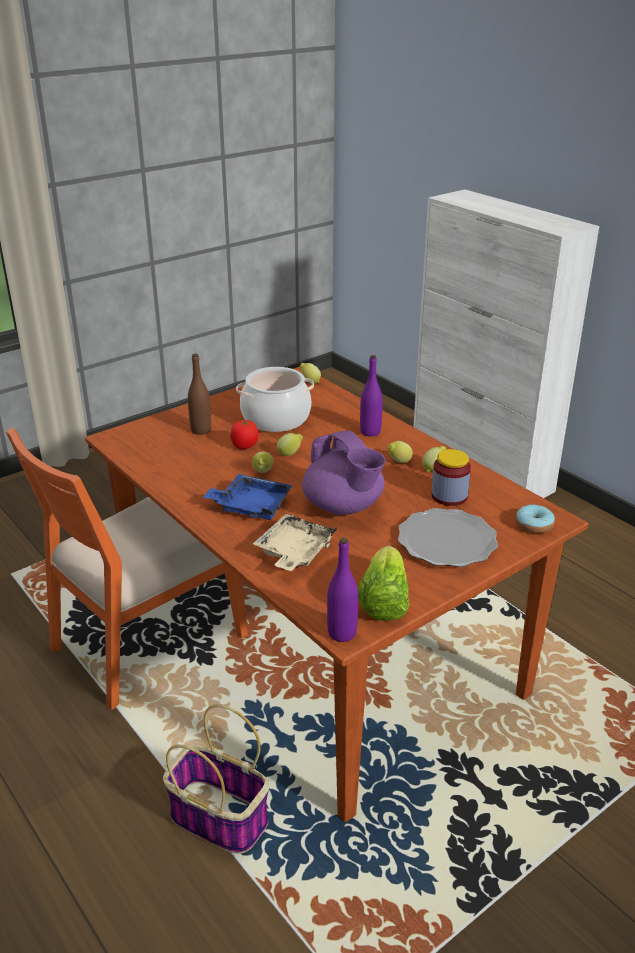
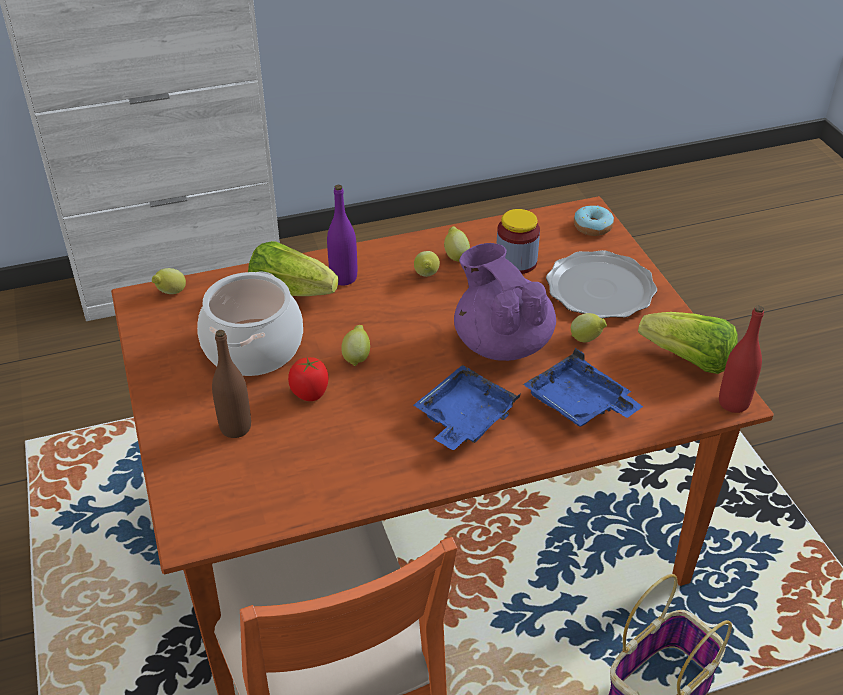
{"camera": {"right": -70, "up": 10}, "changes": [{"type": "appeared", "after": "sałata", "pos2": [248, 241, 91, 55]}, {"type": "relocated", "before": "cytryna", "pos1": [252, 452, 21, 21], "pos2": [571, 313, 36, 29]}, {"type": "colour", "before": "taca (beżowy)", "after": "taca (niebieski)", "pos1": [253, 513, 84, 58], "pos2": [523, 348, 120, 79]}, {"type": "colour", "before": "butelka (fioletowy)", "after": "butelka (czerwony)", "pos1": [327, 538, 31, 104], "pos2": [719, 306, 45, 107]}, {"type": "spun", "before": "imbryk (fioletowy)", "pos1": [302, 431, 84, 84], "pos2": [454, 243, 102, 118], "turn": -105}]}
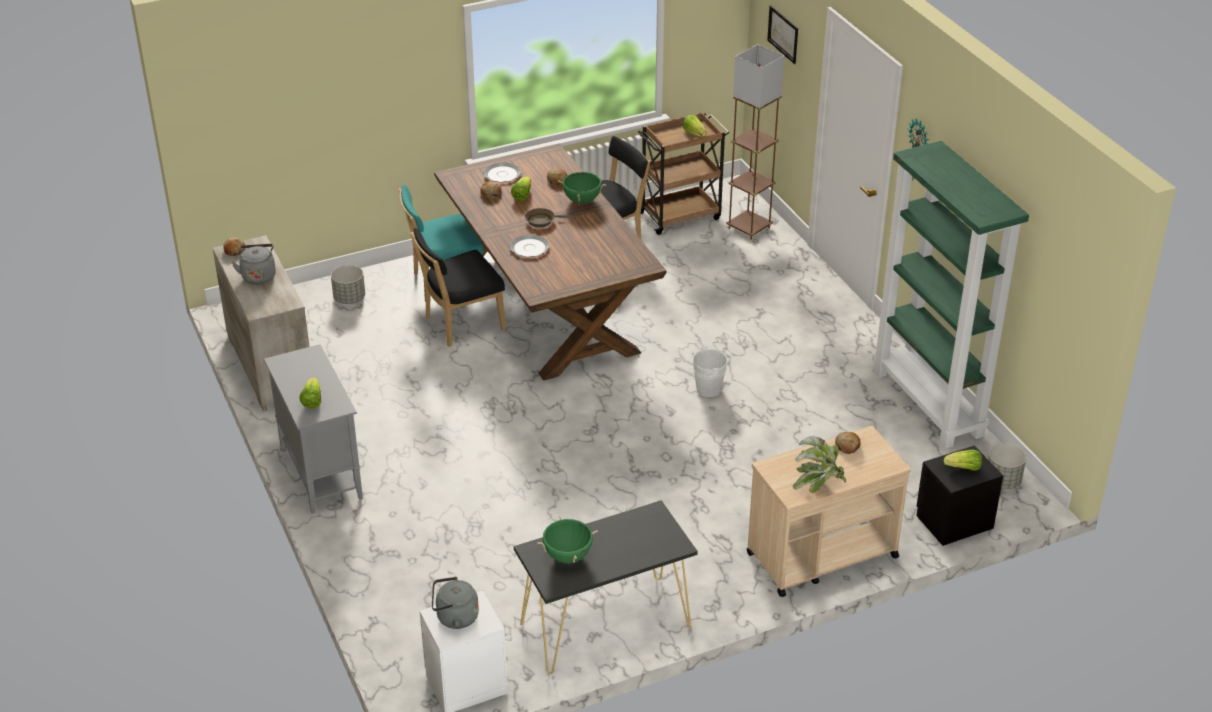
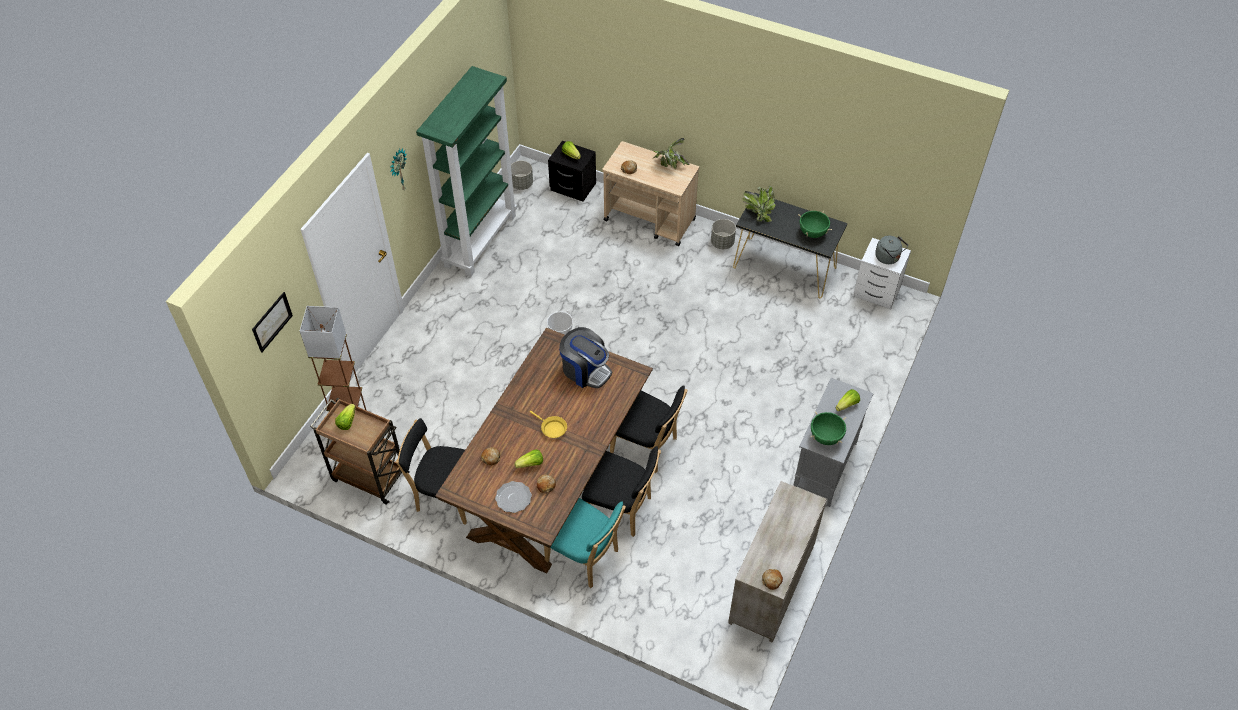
{"camera": {"right": -130, "up": 15}, "changes": [{"type": "missing", "before": "czajnik (szary)", "pos1": [231, 244, 45, 41]}, {"type": "missing", "before": "talerz", "pos1": [509, 234, 41, 23]}, {"type": "appeared", "after": "ekspres do kawy", "pos2": [559, 327, 53, 61]}, {"type": "appeared", "after": "krzesło (czarny)", "pos2": [610, 385, 77, 88]}, {"type": "appeared", "after": "roślina doniczkowa", "pos2": [743, 186, 32, 36]}, {"type": "relocated", "before": "donica (szary)", "pos1": [331, 265, 34, 39], "pos2": [711, 219, 25, 30]}, {"type": "relocated", "before": "garnek (zielony)", "pos1": [558, 170, 48, 34], "pos2": [811, 411, 35, 34]}, {"type": "colour", "before": "patelnia (brązowy)", "after": "patelnia (żółty)", "pos1": [525, 208, 52, 20], "pos2": [530, 411, 37, 27]}]}
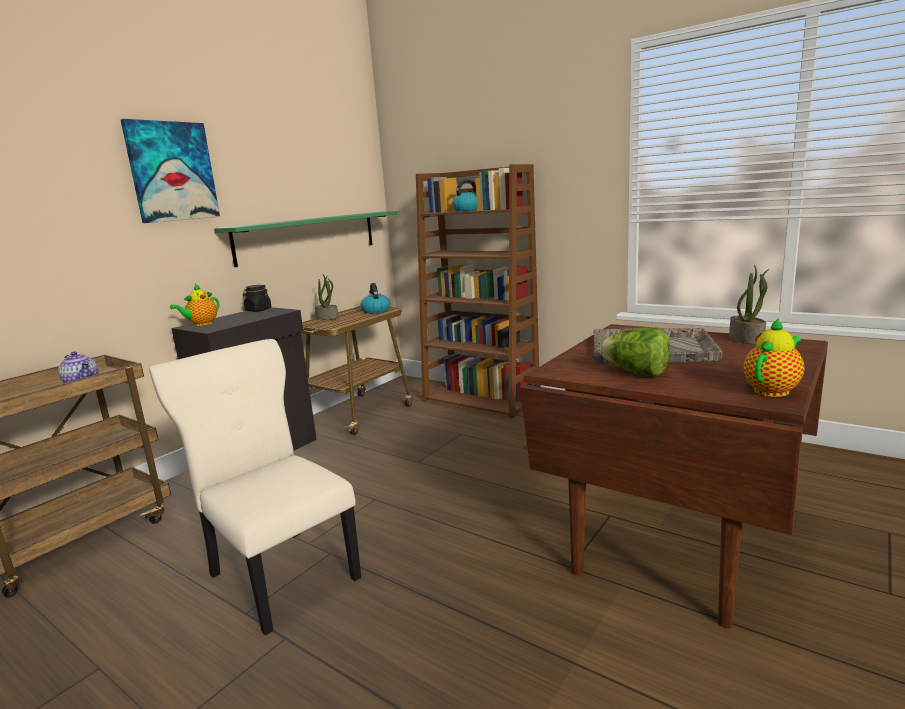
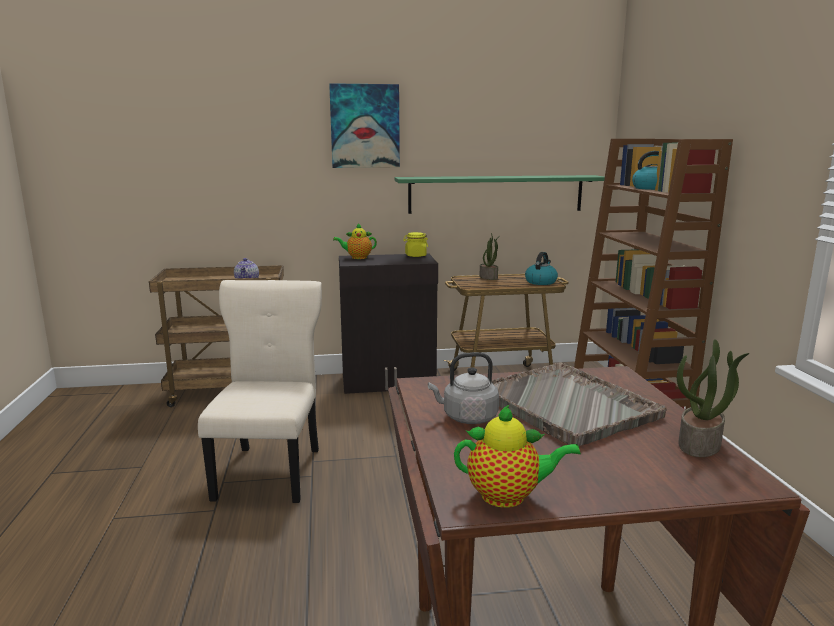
{"camera": {"right": 45, "up": 0}, "changes": [{"type": "exchanged", "before": "sałata", "after": "czajnik (szary)", "pos1": [600, 327, 70, 50], "pos2": [428, 352, 71, 72]}, {"type": "colour", "before": "słoik (czarny)", "after": "słoik (żółty)", "pos1": [243, 285, 29, 27], "pos2": [403, 232, 25, 25]}]}
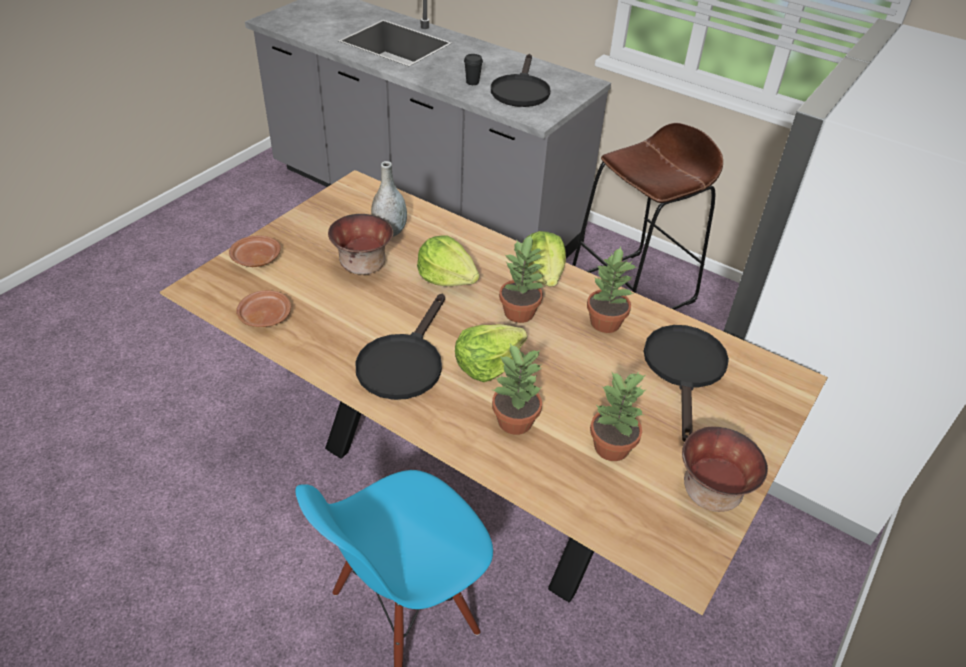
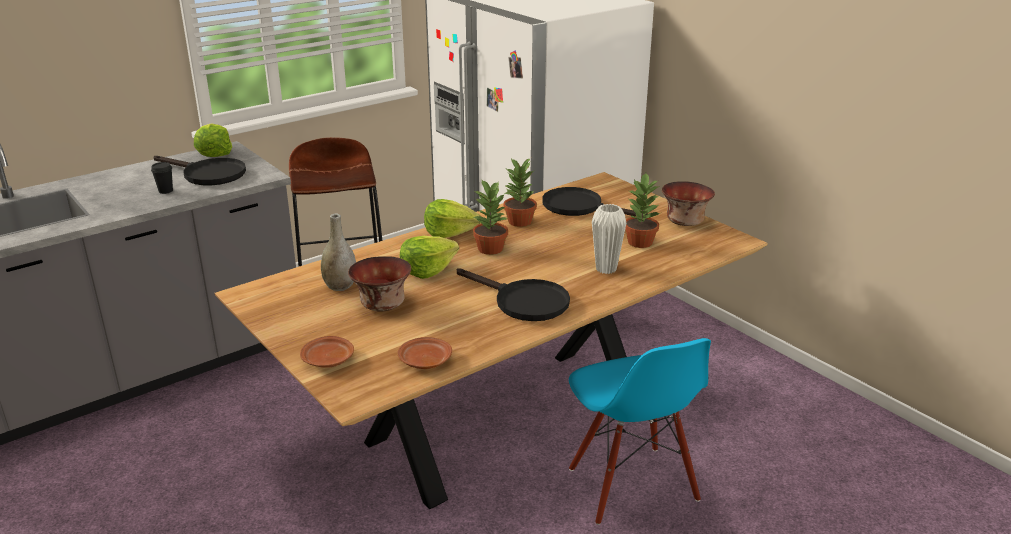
{"camera": {"right": -70, "up": -15}, "changes": [{"type": "relocated", "before": "sałata", "pos1": [455, 324, 72, 58], "pos2": [194, 123, 38, 34]}, {"type": "exchanged", "before": "roślina doniczkowa", "after": "wazon (biały)", "pos1": [492, 344, 50, 91], "pos2": [592, 204, 34, 70]}]}
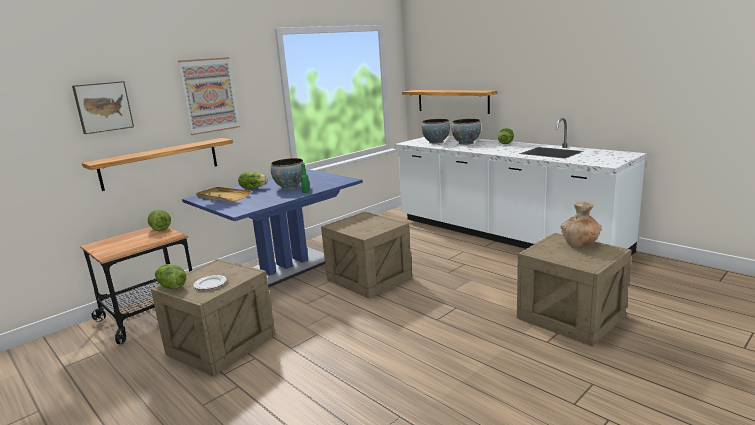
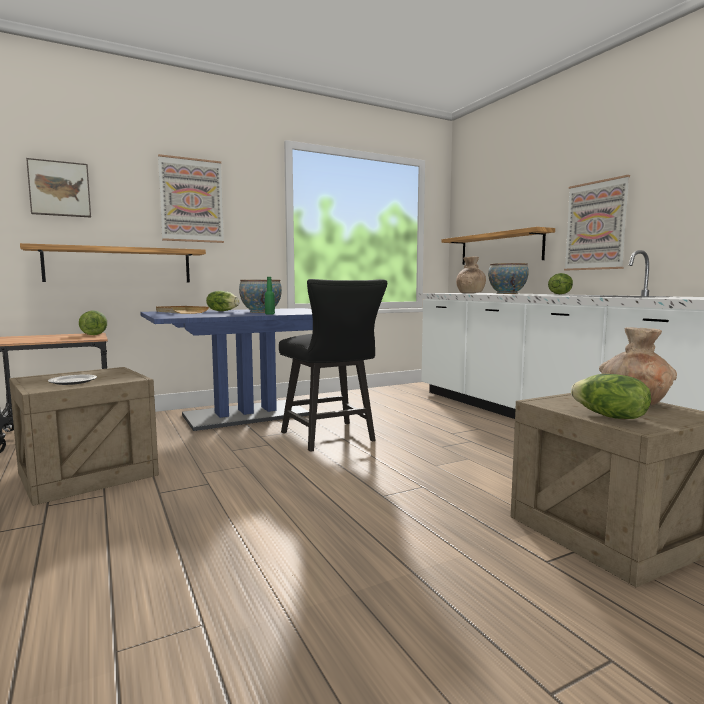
{"camera": {"right": 15, "up": -10}, "changes": [{"type": "appeared", "after": "obraz", "pos2": [564, 175, 66, 96]}, {"type": "relocated", "before": "sałata", "pos1": [155, 264, 31, 25], "pos2": [571, 374, 80, 45]}, {"type": "exchanged", "before": "skrzynka", "after": "krzesło (czarny)", "pos1": [321, 211, 91, 88], "pos2": [279, 279, 108, 173]}, {"type": "exchanged", "before": "miska", "after": "wazon (brązowy)", "pos1": [422, 119, 28, 25], "pos2": [456, 257, 30, 36]}]}
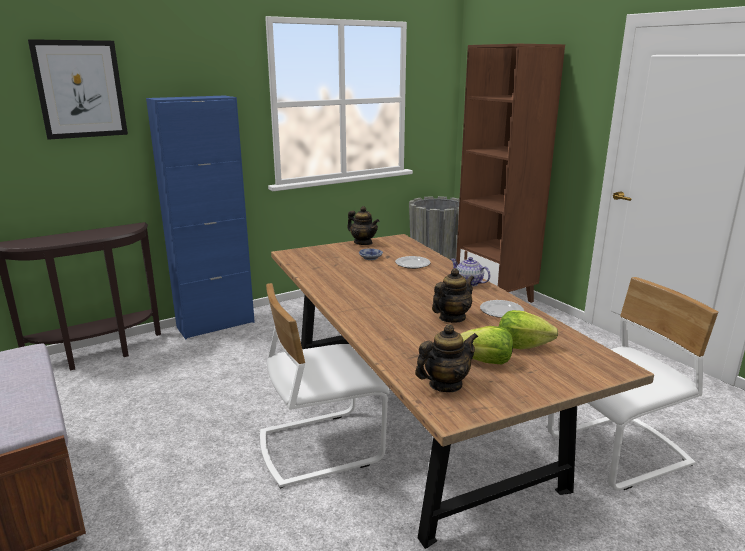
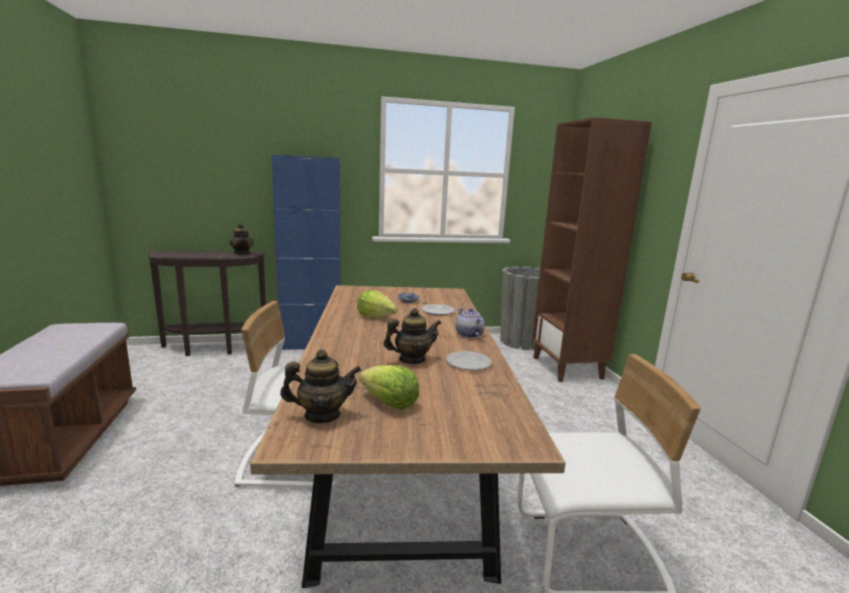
{"camera": {"right": 20, "up": -5}, "changes": [{"type": "missing", "before": "obraz", "pos1": [28, 39, 100, 101]}, {"type": "relocated", "before": "imbryk", "pos1": [347, 206, 32, 39], "pos2": [229, 223, 25, 31]}, {"type": "relocated", "before": "sałata", "pos1": [499, 310, 59, 39], "pos2": [357, 290, 41, 28]}]}
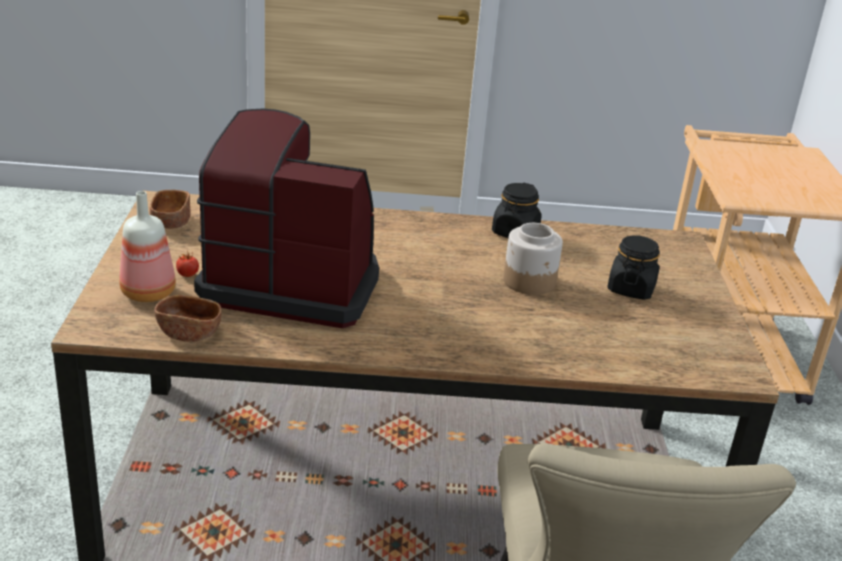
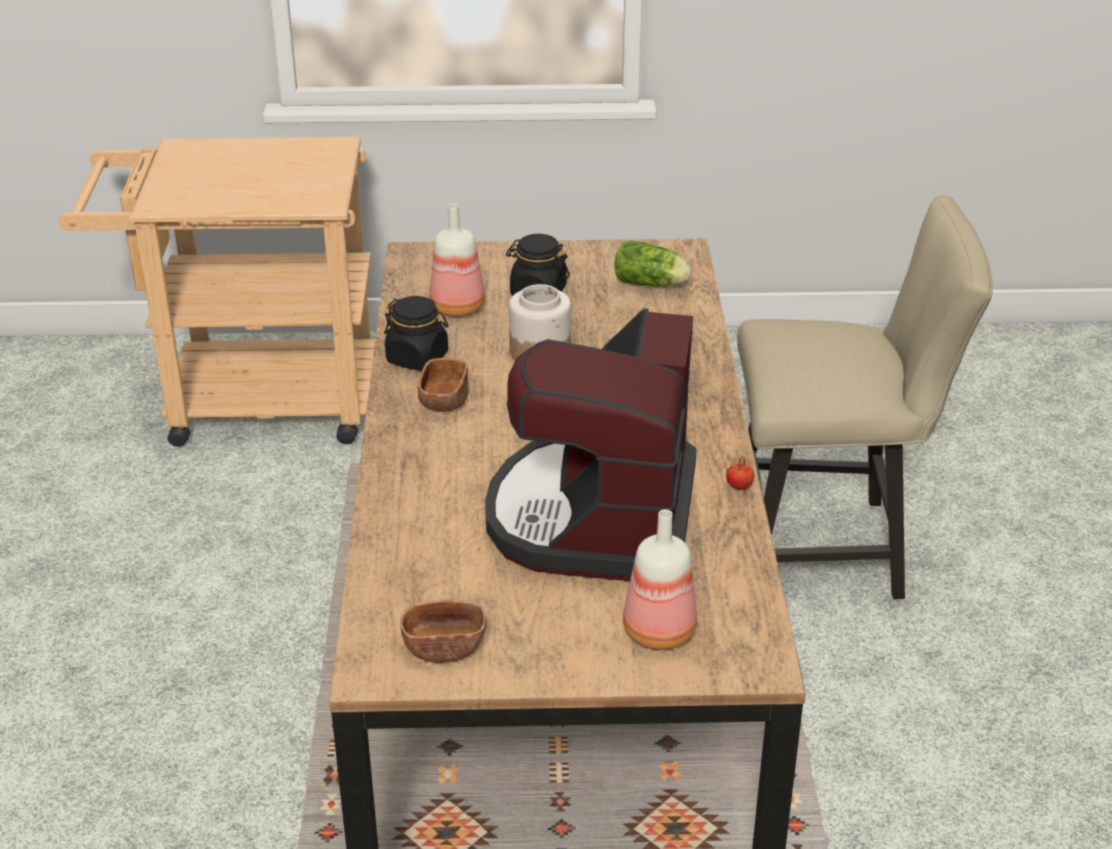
{"camera": {"right": -90, "up": 5}, "changes": [{"type": "appeared", "after": "butelka", "pos2": [429, 204, 56, 113]}, {"type": "appeared", "after": "sałata", "pos2": [614, 240, 77, 47]}, {"type": "relocated", "before": "miska (brązowy)", "pos1": [154, 295, 68, 47], "pos2": [418, 358, 51, 54]}, {"type": "relocated", "before": "pomidor", "pos1": [176, 253, 23, 24], "pos2": [726, 456, 28, 34]}]}
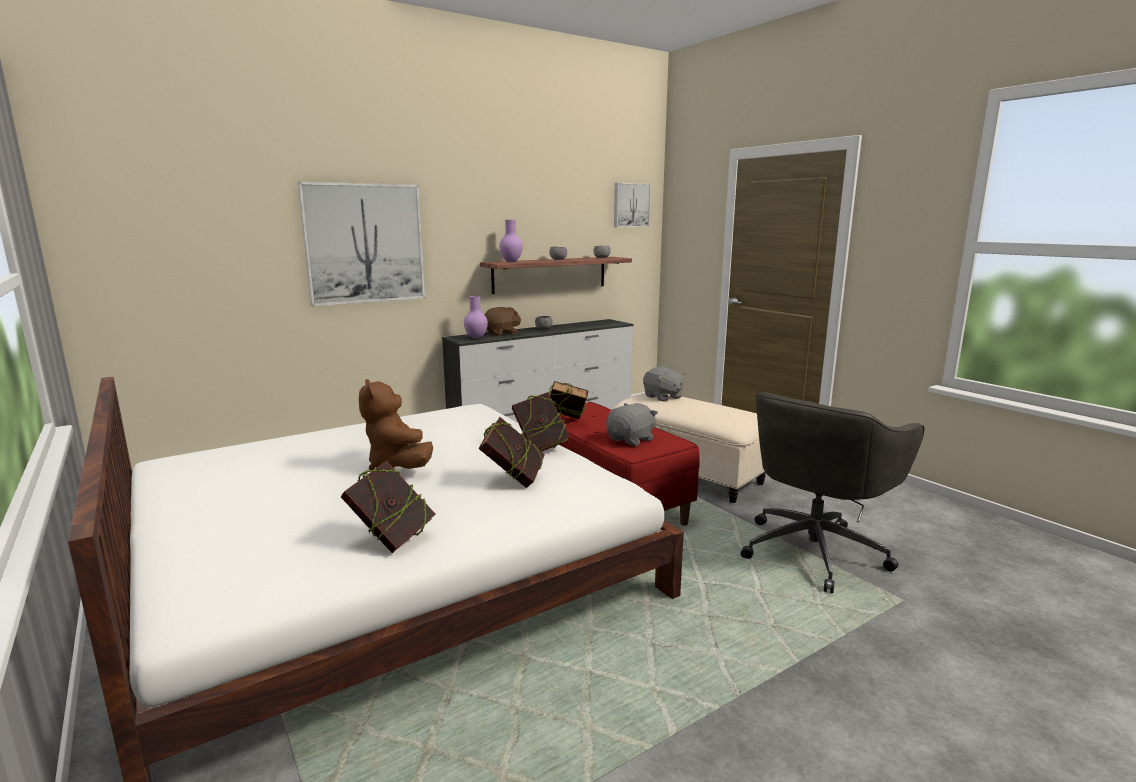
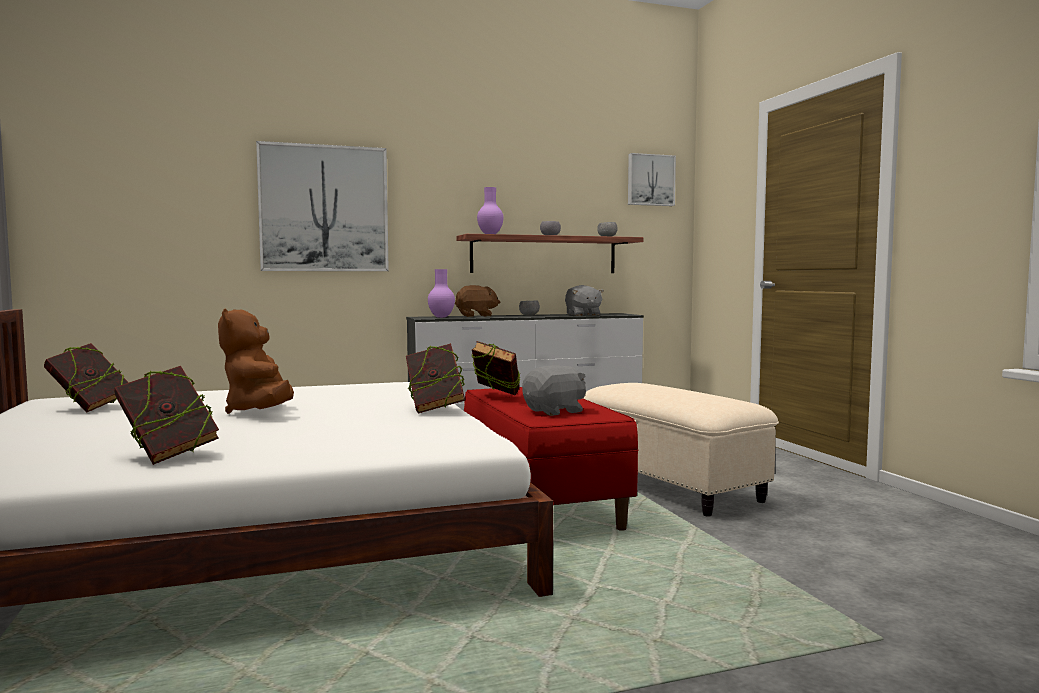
{"camera": {"right": 15, "up": -10}, "changes": [{"type": "missing", "before": "krzesło biurowe (szary)", "pos1": [741, 392, 183, 201]}, {"type": "relocated", "before": "książka", "pos1": [478, 417, 67, 71], "pos2": [44, 343, 85, 70]}, {"type": "relocated", "before": "pluszak (szary)", "pos1": [643, 367, 42, 35], "pos2": [565, 285, 39, 31]}]}
